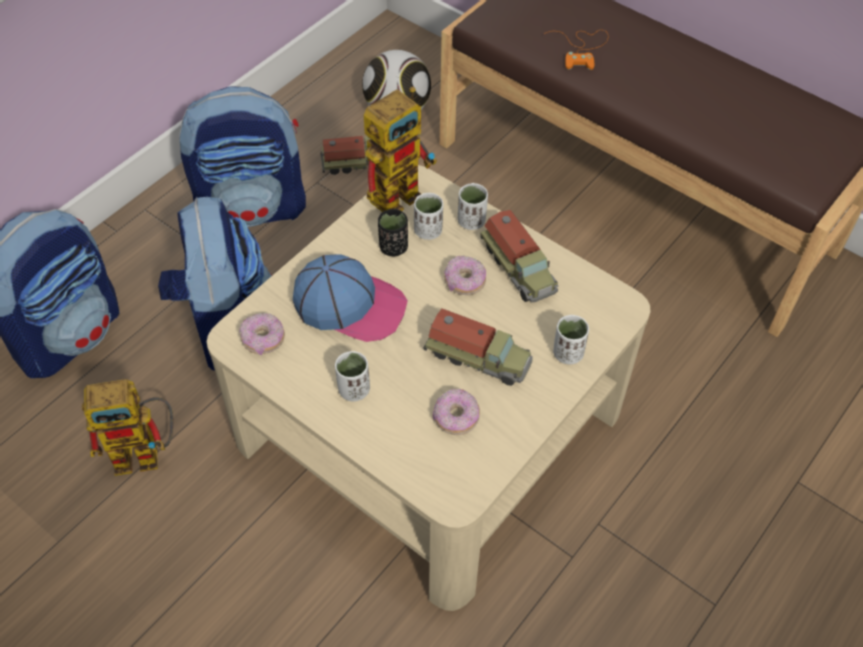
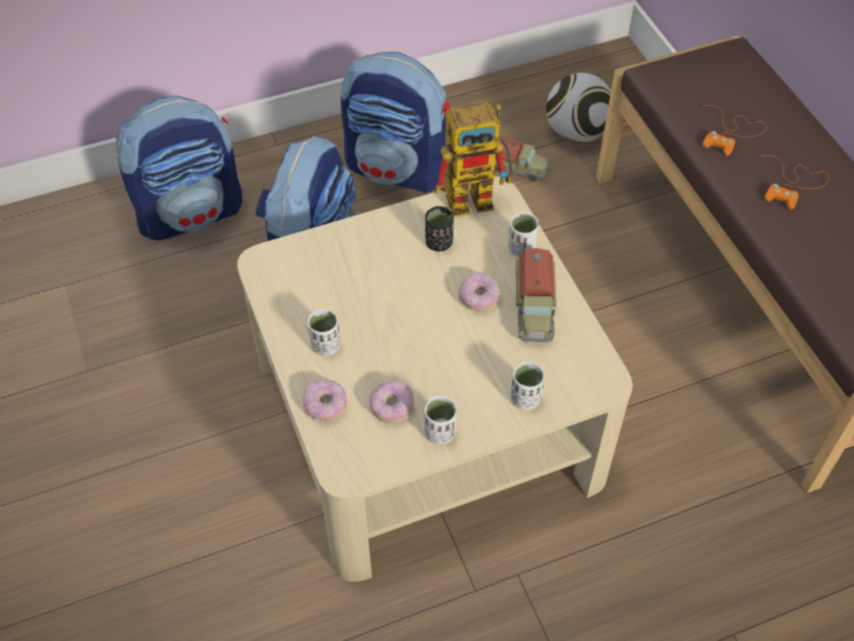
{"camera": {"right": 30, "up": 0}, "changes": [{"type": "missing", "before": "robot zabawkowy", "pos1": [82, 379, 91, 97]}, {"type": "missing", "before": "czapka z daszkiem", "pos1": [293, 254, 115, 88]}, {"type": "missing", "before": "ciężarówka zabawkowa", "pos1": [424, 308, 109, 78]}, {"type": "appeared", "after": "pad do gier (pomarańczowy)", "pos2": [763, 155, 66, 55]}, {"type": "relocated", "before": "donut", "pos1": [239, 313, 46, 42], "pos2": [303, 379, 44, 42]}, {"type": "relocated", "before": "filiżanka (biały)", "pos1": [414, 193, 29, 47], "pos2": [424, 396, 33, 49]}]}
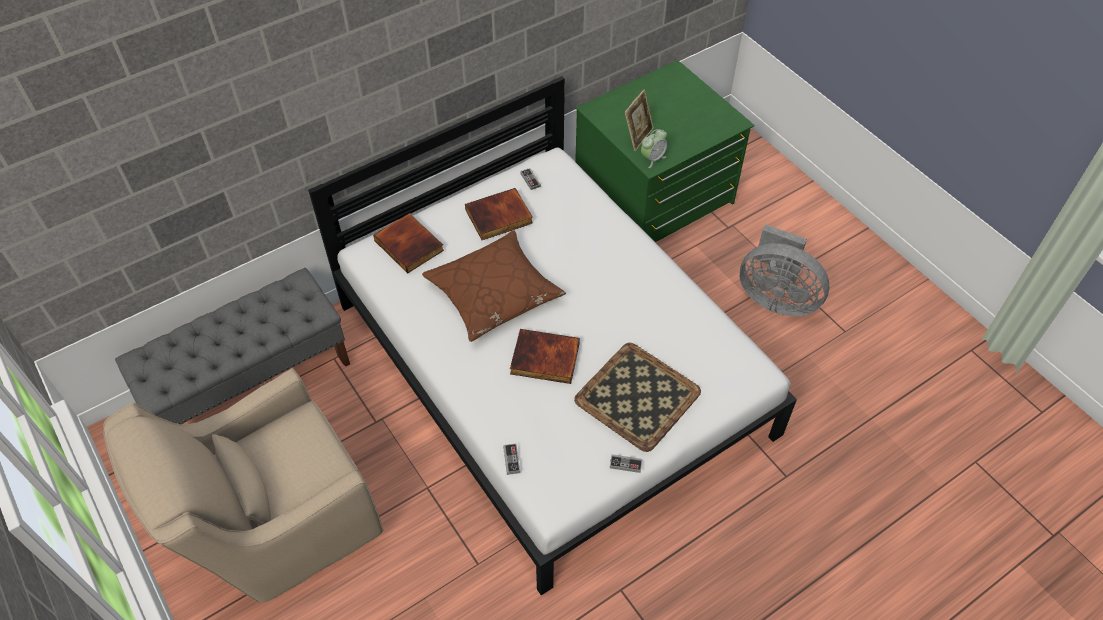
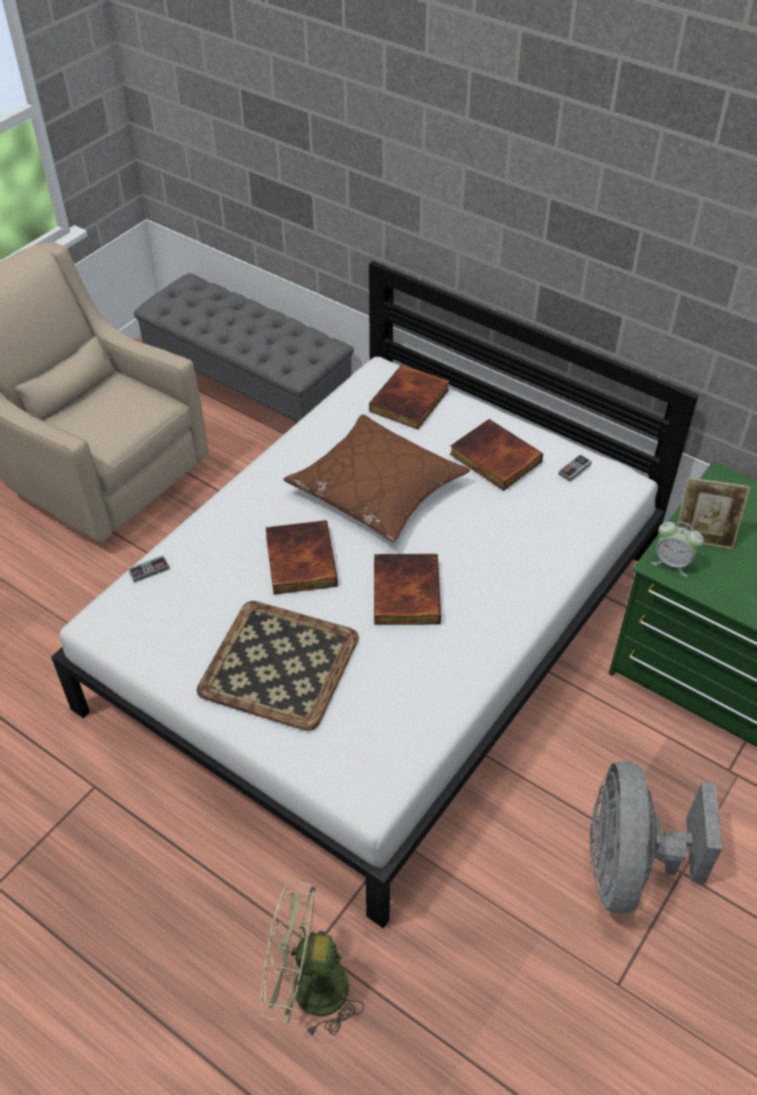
{"camera": {"right": 70, "up": -5}, "changes": [{"type": "missing", "before": "pad do gier", "pos1": [610, 454, 32, 19]}, {"type": "appeared", "after": "wentylator (zielony)", "pos2": [261, 881, 103, 157]}, {"type": "appeared", "after": "książka", "pos2": [374, 554, 67, 71]}]}
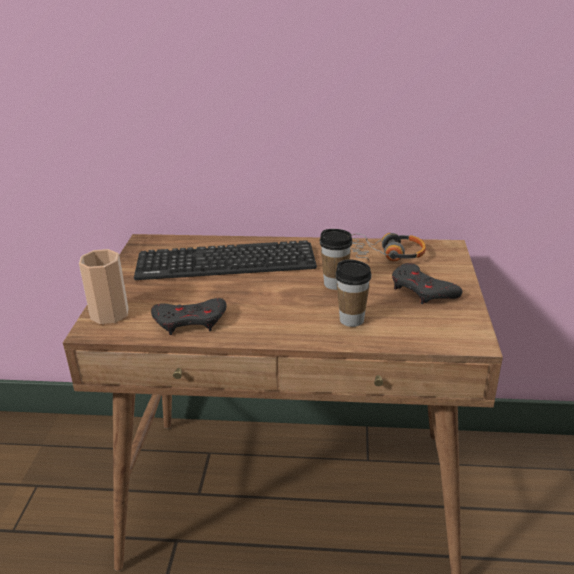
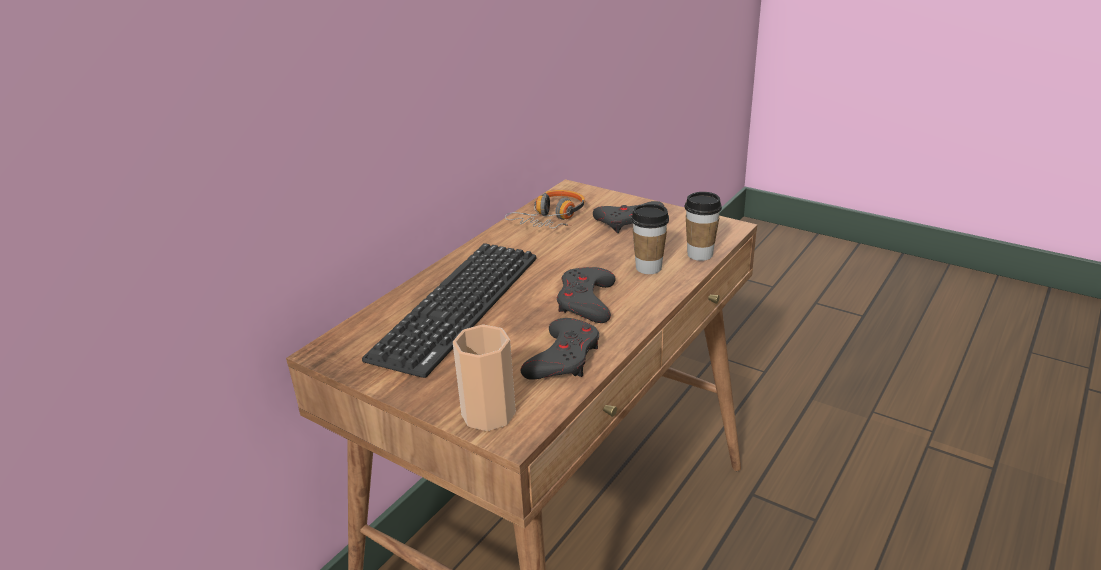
{"camera": {"right": -60, "up": 0}, "changes": [{"type": "appeared", "after": "pad do gier (szary)", "pos2": [557, 267, 59, 56]}, {"type": "relocated", "before": "filiżanka", "pos1": [320, 229, 32, 61], "pos2": [685, 192, 37, 69]}]}
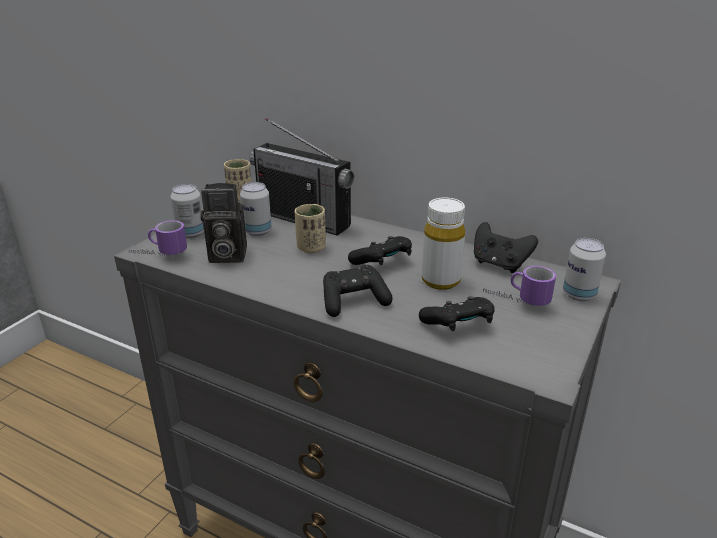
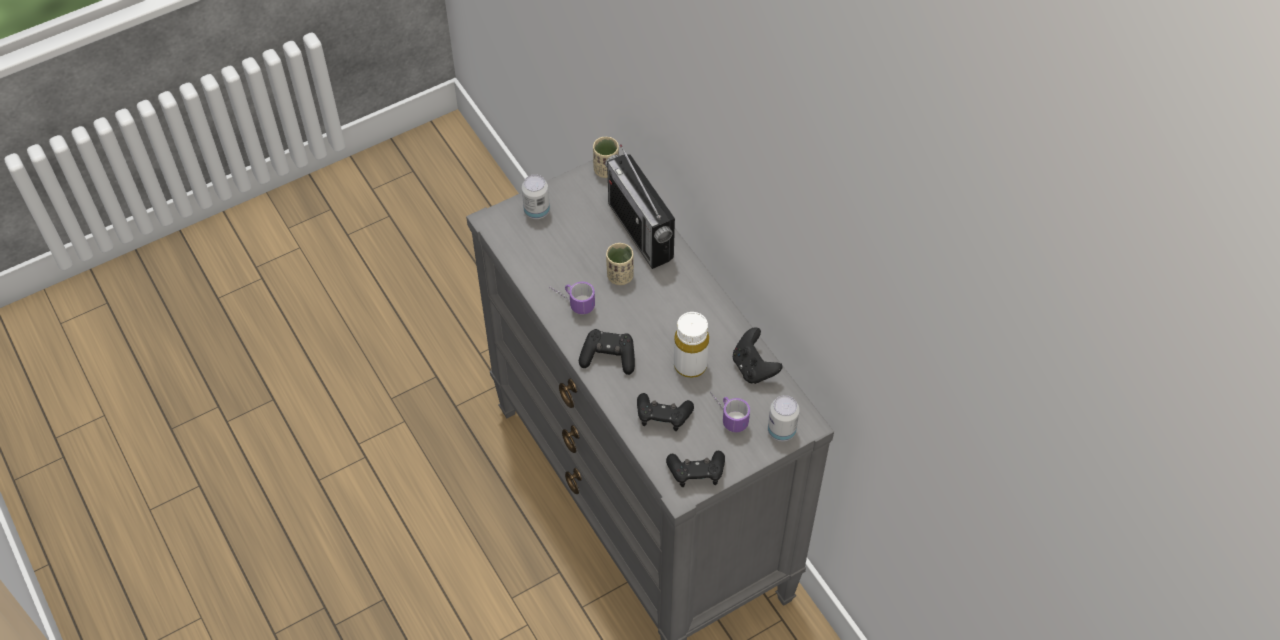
{"camera": {"right": 30, "up": 25}, "changes": [{"type": "missing", "before": "aparat fotograficzny", "pos1": [201, 183, 46, 80]}, {"type": "missing", "before": "puszka", "pos1": [240, 182, 32, 54]}, {"type": "relocated", "before": "kubek", "pos1": [129, 220, 58, 36], "pos2": [549, 282, 46, 32]}, {"type": "relocated", "before": "pad do gier (czarny)", "pos1": [348, 236, 64, 29], "pos2": [666, 451, 59, 36]}]}
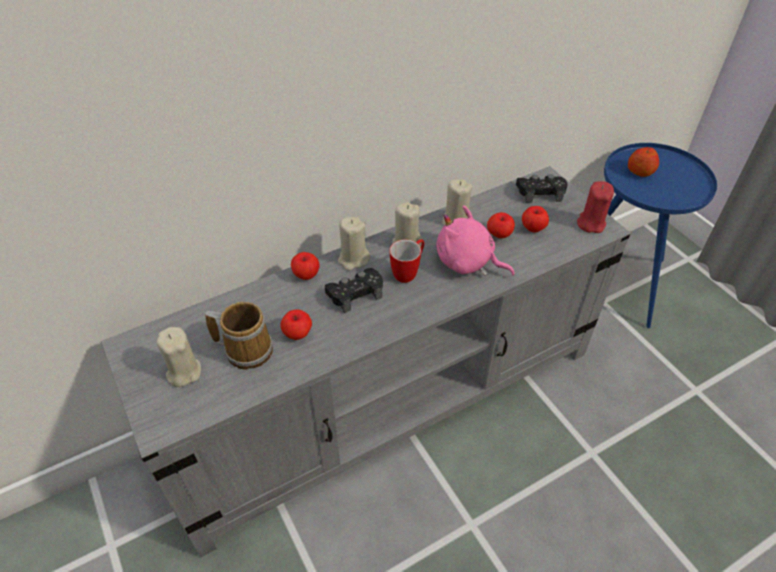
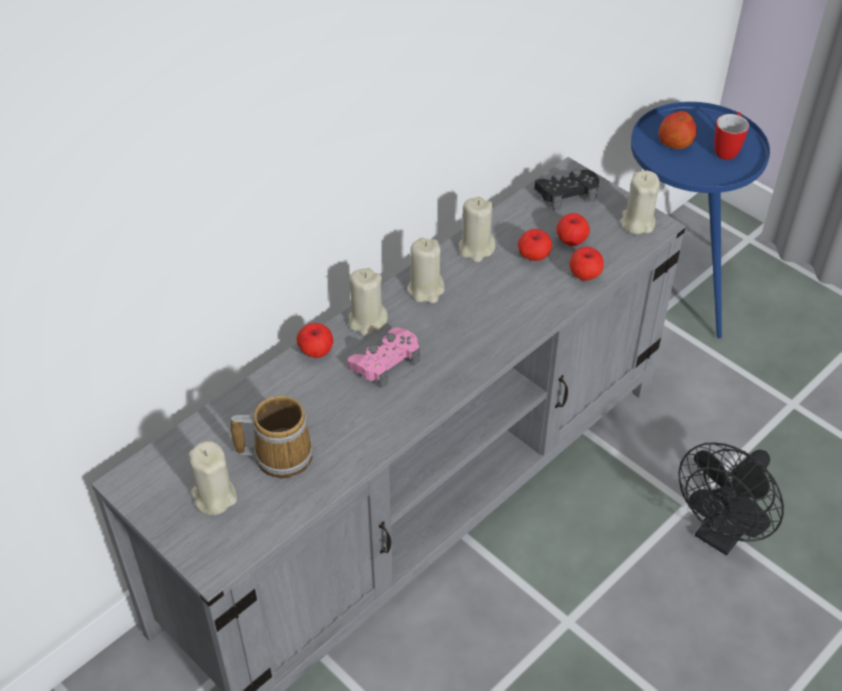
{"camera": {"right": -15, "up": 0}, "changes": [{"type": "missing", "before": "pluszak (różowy)", "pos1": [436, 205, 79, 71]}, {"type": "appeared", "after": "wentylator (czarny)", "pos2": [679, 443, 105, 113]}, {"type": "relocated", "before": "jabłko", "pos1": [281, 310, 31, 30], "pos2": [570, 247, 34, 34]}, {"type": "relocated", "before": "kubek", "pos1": [390, 239, 34, 44], "pos2": [714, 112, 35, 48]}, {"type": "colour", "before": "pad do gier (czarny)", "after": "pad do gier (różowy)", "pos1": [325, 268, 58, 45], "pos2": [347, 327, 73, 61]}, {"type": "colour", "before": "świeca (czerwony)", "after": "świeca (beżowy)", "pos1": [577, 181, 37, 52], "pos2": [620, 170, 40, 64]}]}
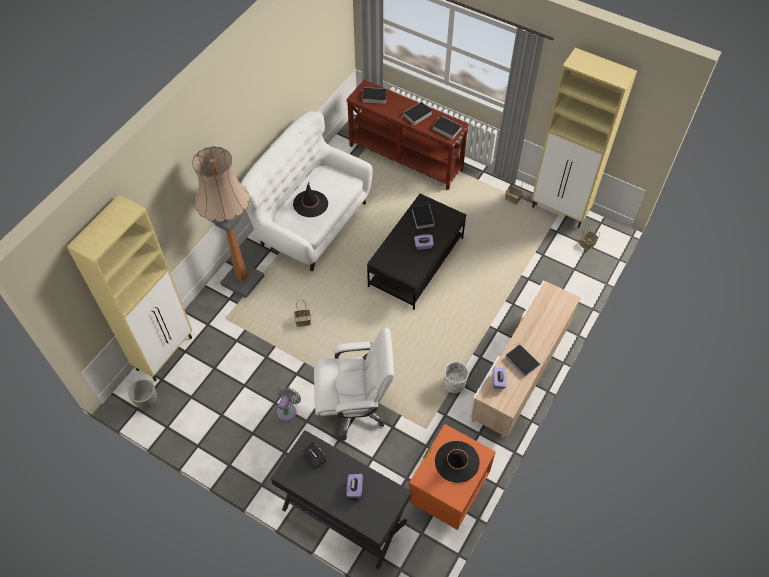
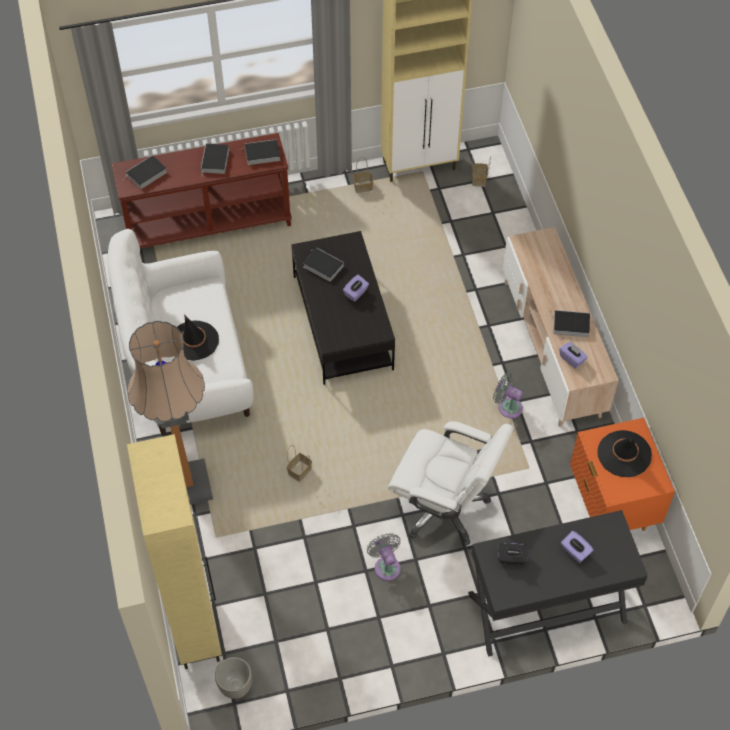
{"camera": {"right": -45, "up": 0}, "changes": [{"type": "exchanged", "before": "donica (biały)", "after": "wentylator (szary)", "pos1": [444, 362, 25, 31], "pos2": [493, 373, 30, 46]}, {"type": "spun", "before": "krzesło biurowe (biały)", "pos1": [314, 328, 80, 113], "pos2": [388, 421, 126, 125], "turn": 75}]}
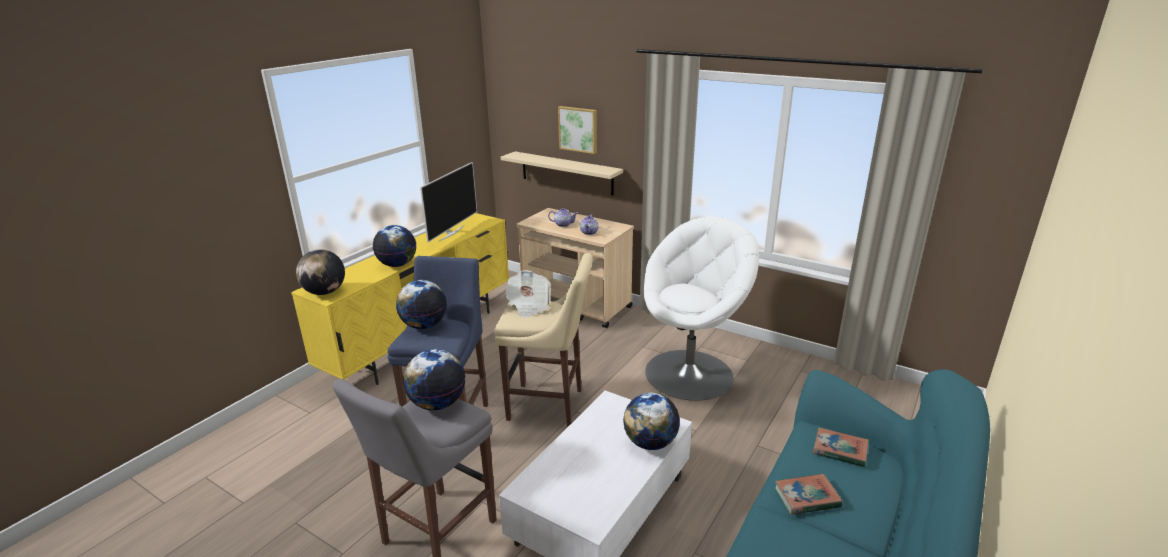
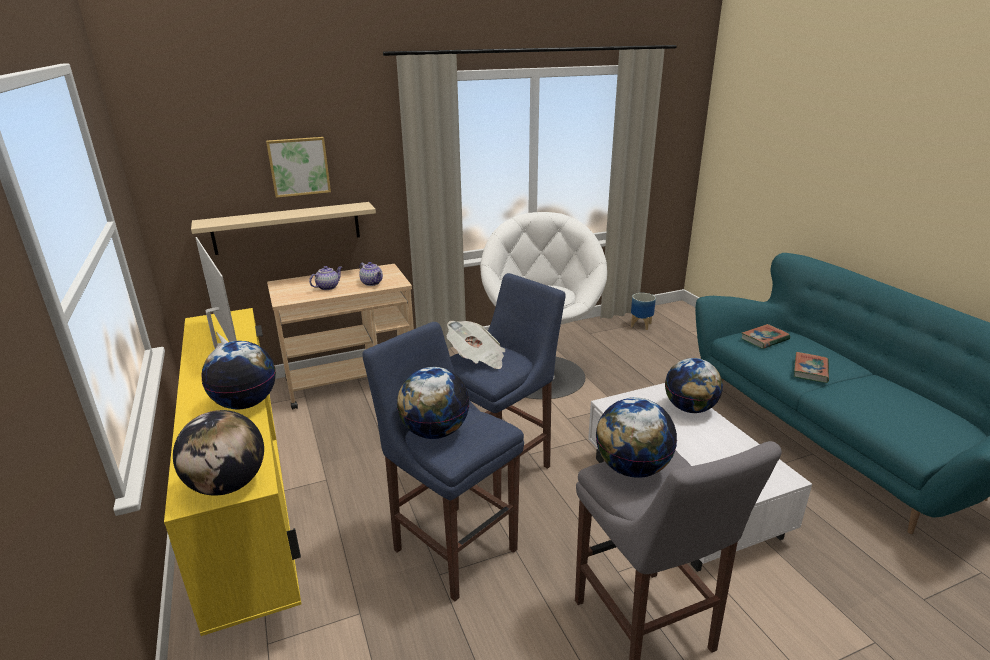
{"camera": {"right": -55, "up": 0}, "changes": [{"type": "appeared", "after": "donica", "pos2": [631, 293, 25, 37]}, {"type": "colour", "before": "stołek (beżowy)", "after": "stołek (niebieski)", "pos1": [494, 253, 99, 173], "pos2": [450, 273, 116, 227]}]}
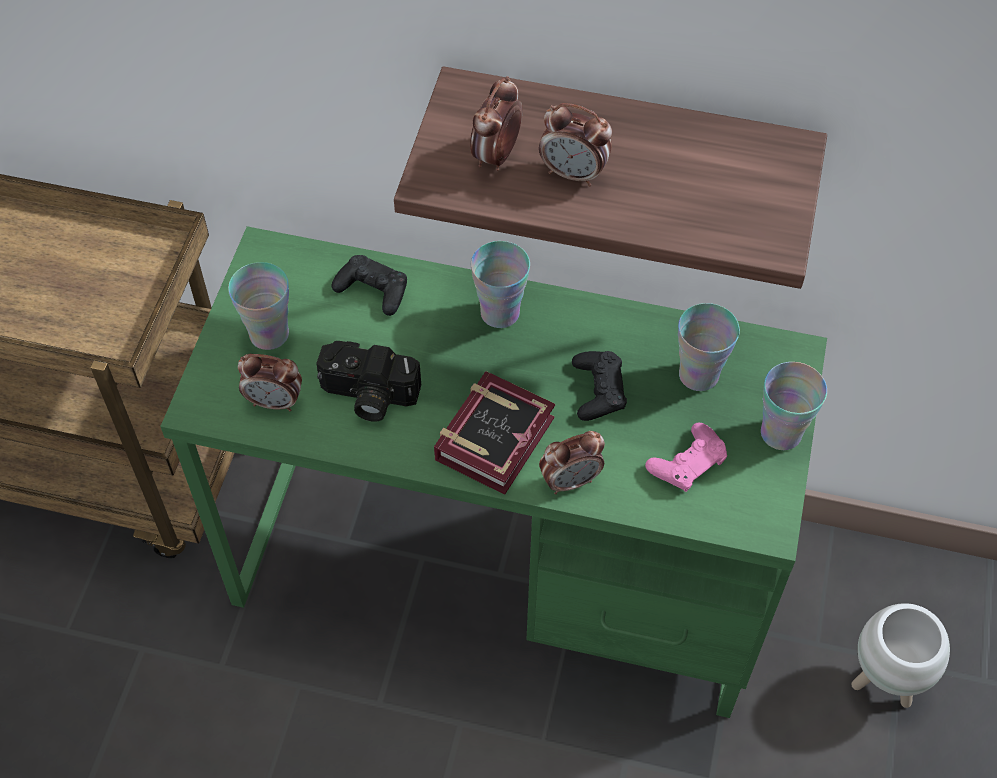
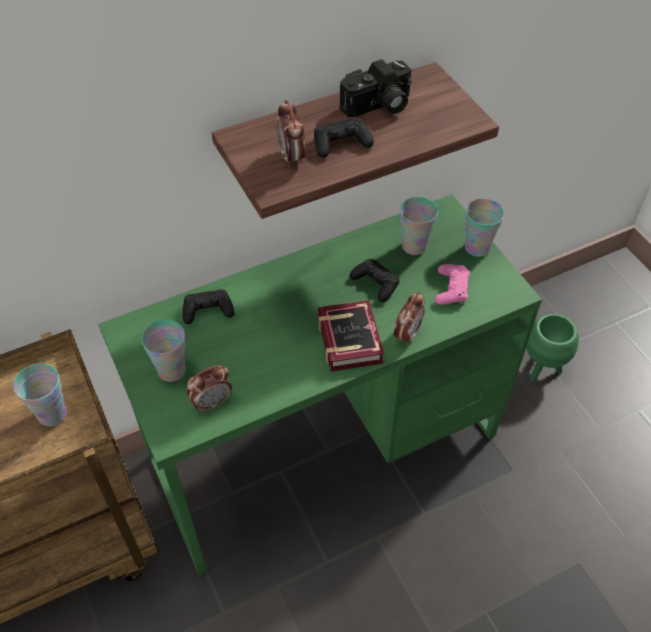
{"camera": {"right": -40, "up": -5}, "changes": [{"type": "relocated", "before": "aparat fotograficzny", "pos1": [316, 341, 105, 81], "pos2": [340, 59, 72, 58]}, {"type": "relocated", "before": "filiżanka", "pos1": [471, 241, 59, 87], "pos2": [13, 363, 54, 63]}, {"type": "exchanged", "before": "budzik", "after": "pad do gier (czarny)", "pos1": [539, 103, 73, 83], "pos2": [314, 118, 60, 40]}, {"type": "colour", "before": "donica (biały)", "after": "donica (zielony)", "pos1": [851, 603, 99, 105], "pos2": [526, 314, 53, 68]}]}
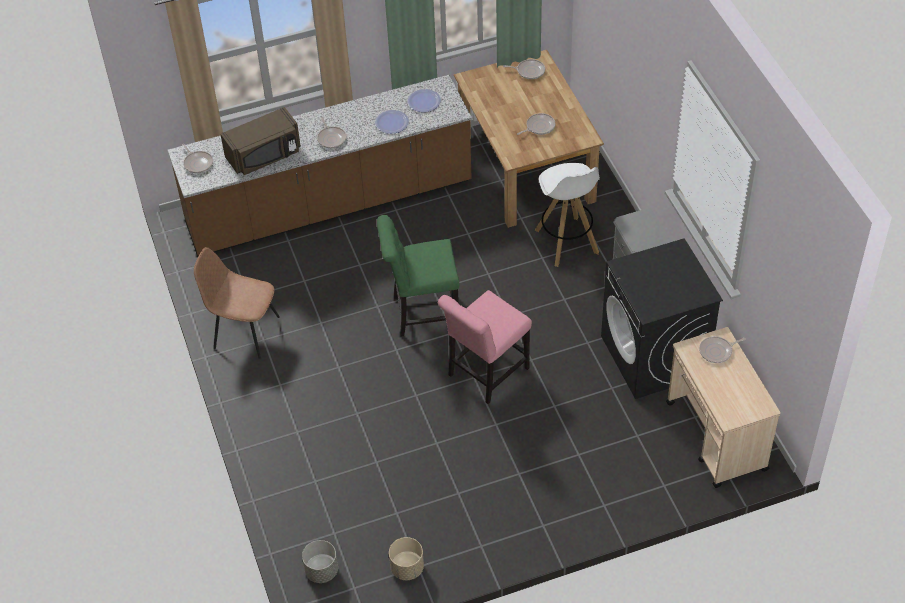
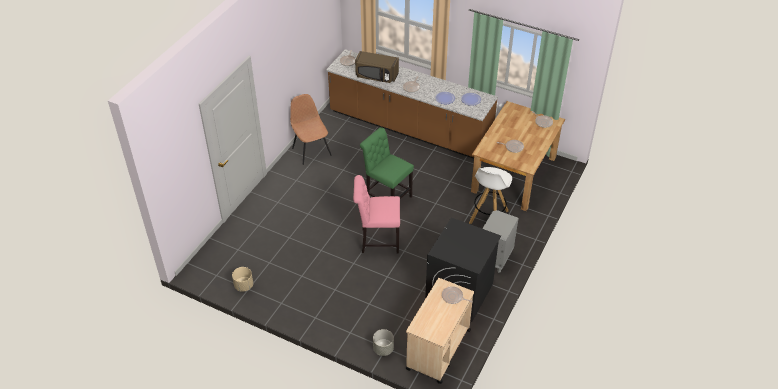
{"camera": {"right": 45, "up": -5}, "changes": [{"type": "relocated", "before": "donica (szary)", "pos1": [302, 540, 36, 43], "pos2": [373, 329, 21, 27]}]}
